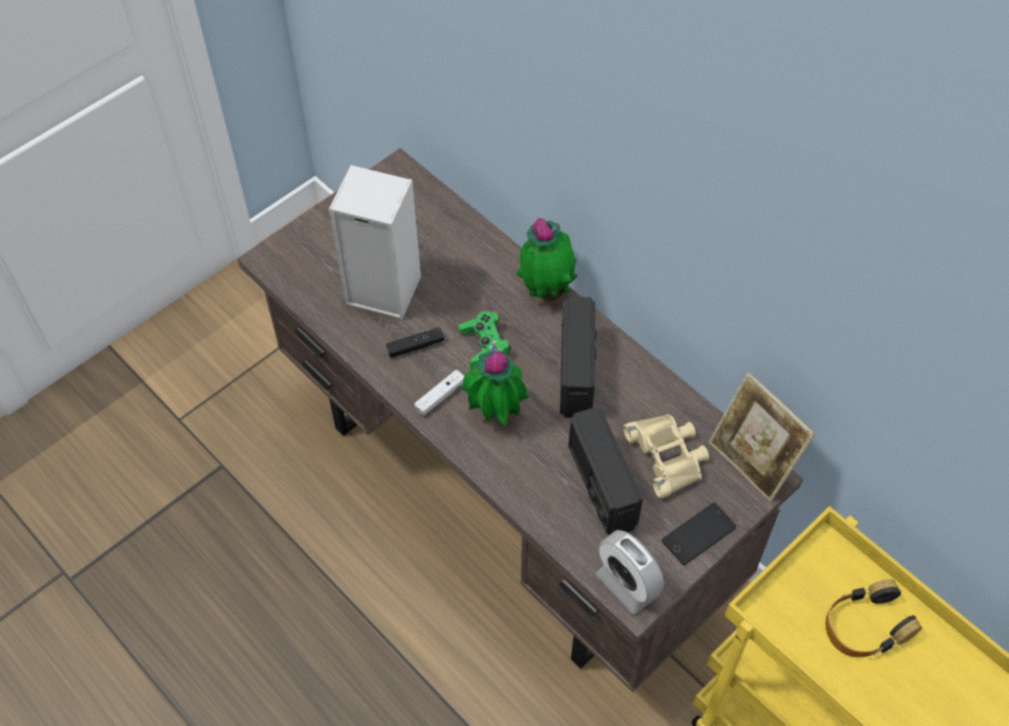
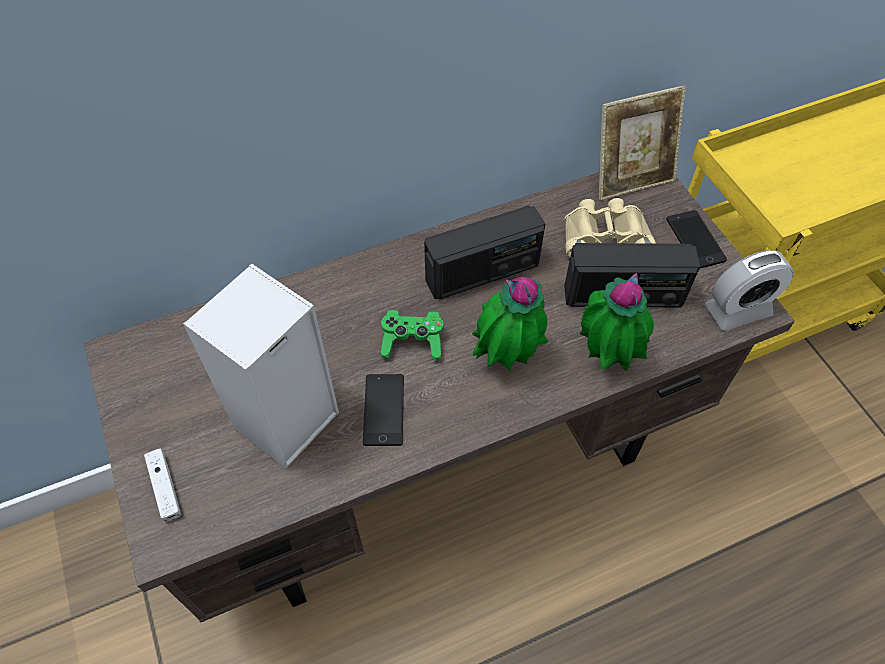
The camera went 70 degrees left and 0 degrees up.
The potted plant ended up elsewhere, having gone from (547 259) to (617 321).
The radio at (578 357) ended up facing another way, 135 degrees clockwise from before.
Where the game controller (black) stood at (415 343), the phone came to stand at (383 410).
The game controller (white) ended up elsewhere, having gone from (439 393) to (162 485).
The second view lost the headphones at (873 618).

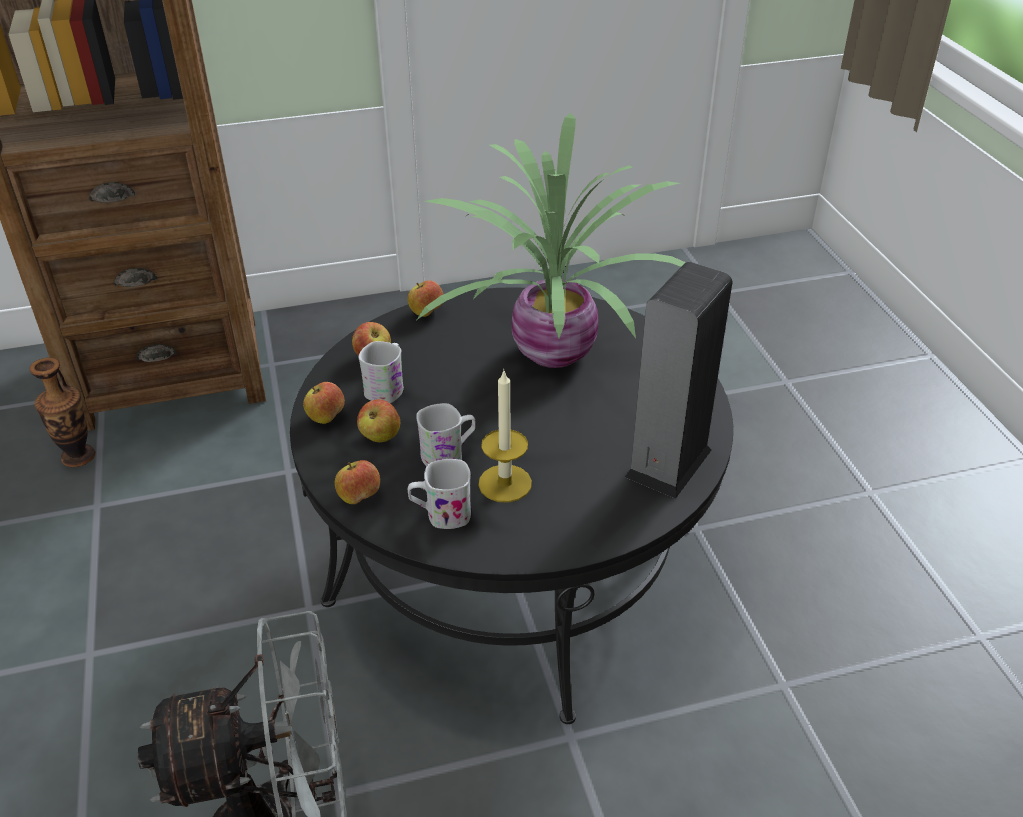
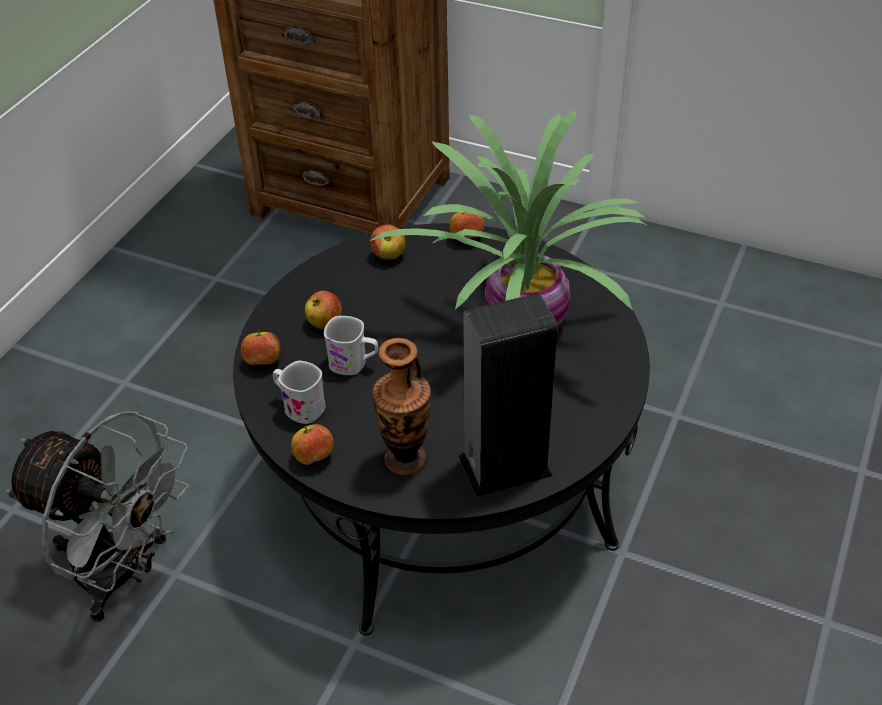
The camera went 40 degrees right and 5 degrees up.
The second view lost the mug (white) at (381 372).
The vase ended up elsewhere, having gone from (62 412) to (401 406).
The second view lost the candle at (505 436).
The apple ended up elsewhere, having gone from (324 403) to (312 444).

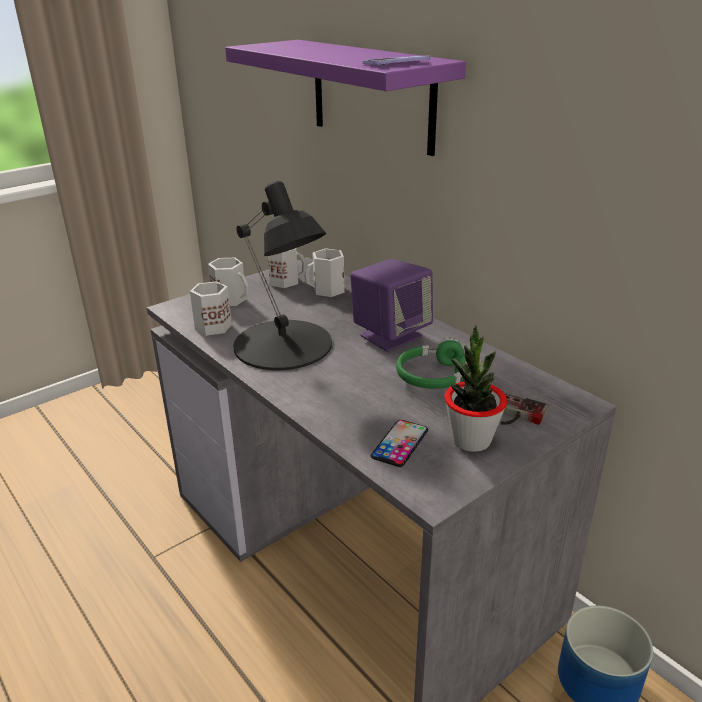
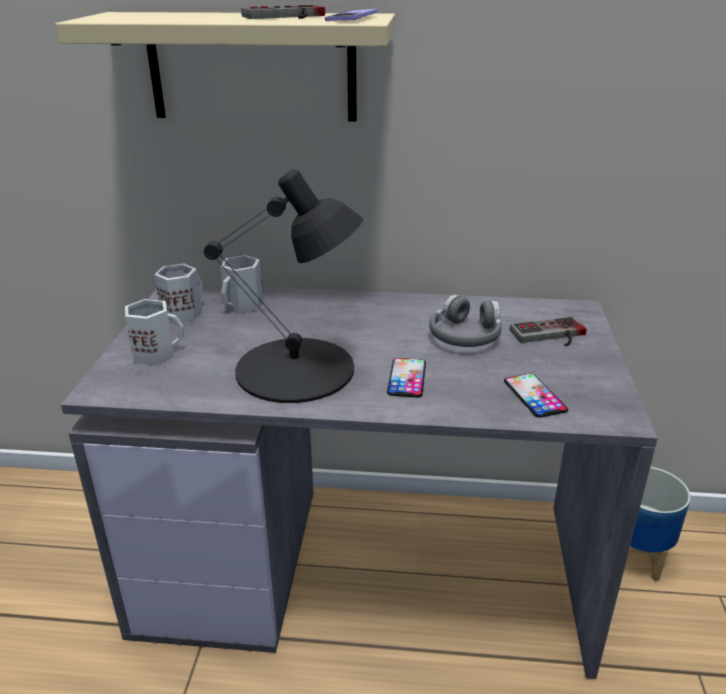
The camera went 45 degrees left and 0 degrees up.
What was the shelf (purple) at (345 98) turned into the shelf (beige) at (225 66).
The second view lost the speaker (purple) at (391 305).
The second view lost the mug (white) at (211 308).
The second view lost the potted plant at (475 388).
What was the headphones (green) at (438 363) turned into the headphones (grey) at (465 320).
The second view gained the game controller at (283 12).
The second view gained the phone at (406 377).

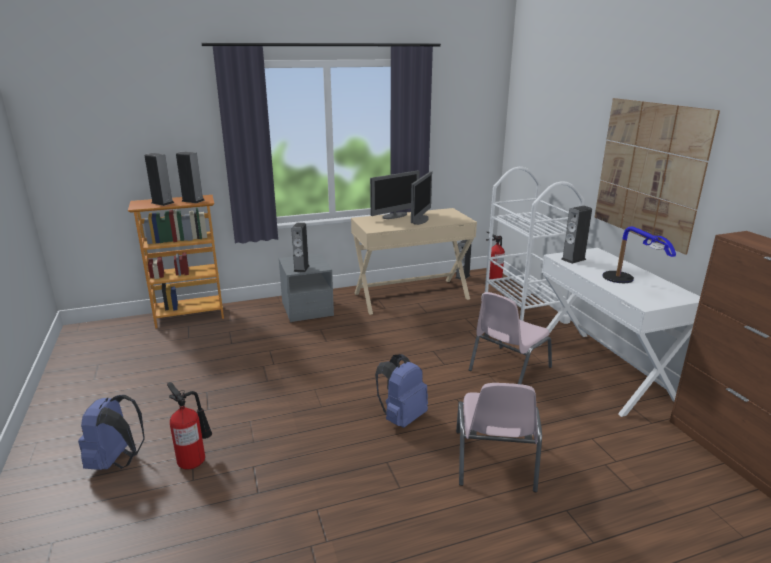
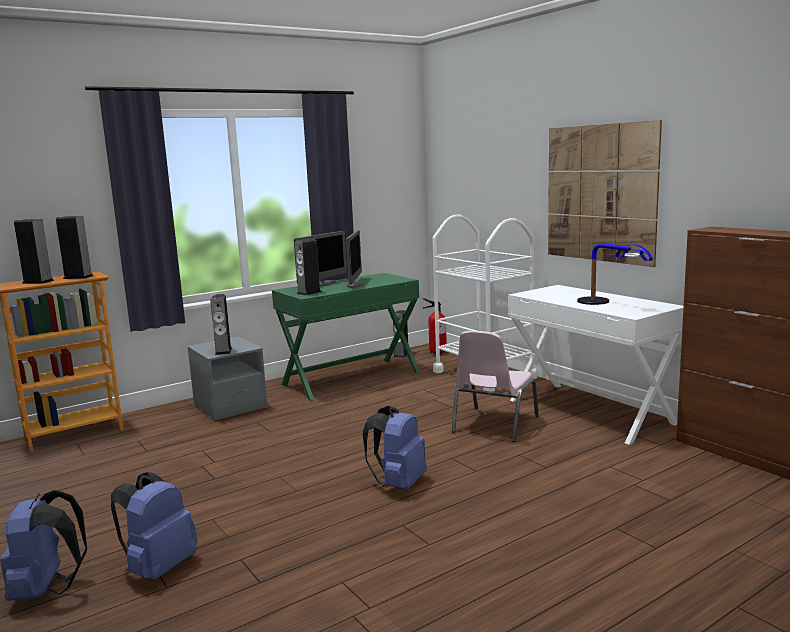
The camera went 15 degrees left and 10 degrees down.
The speaker ended up elsewhere, having gone from (576 235) to (307 267).
What was the desk (beige) at (414 261) turned into the desk (green) at (346 337).
Where the fire extinguisher stood at (189 426), the backpack (blue) came to stand at (154 526).
The second view lost the chair (pink) at (499 437).

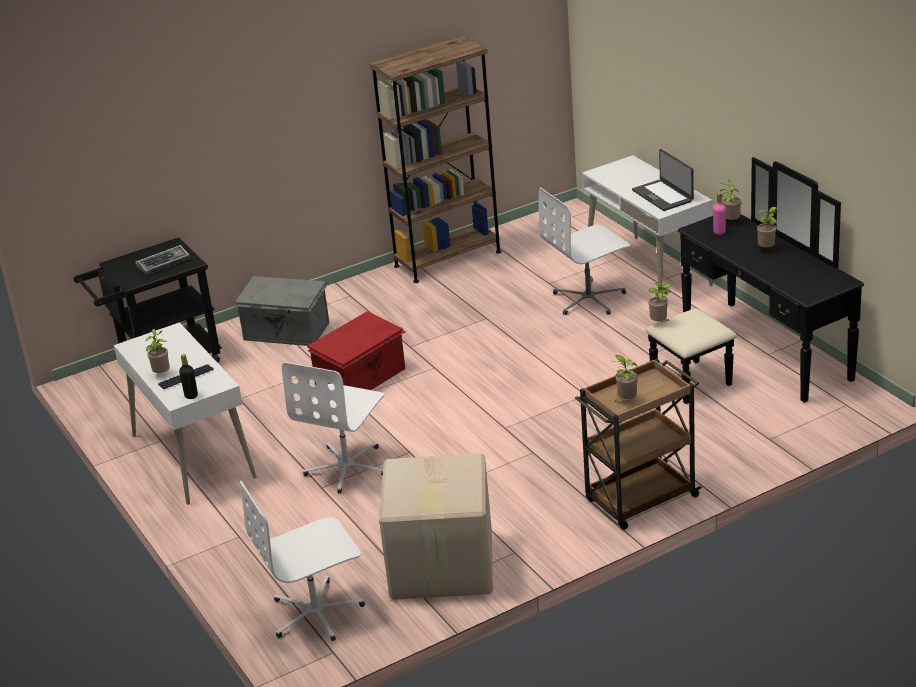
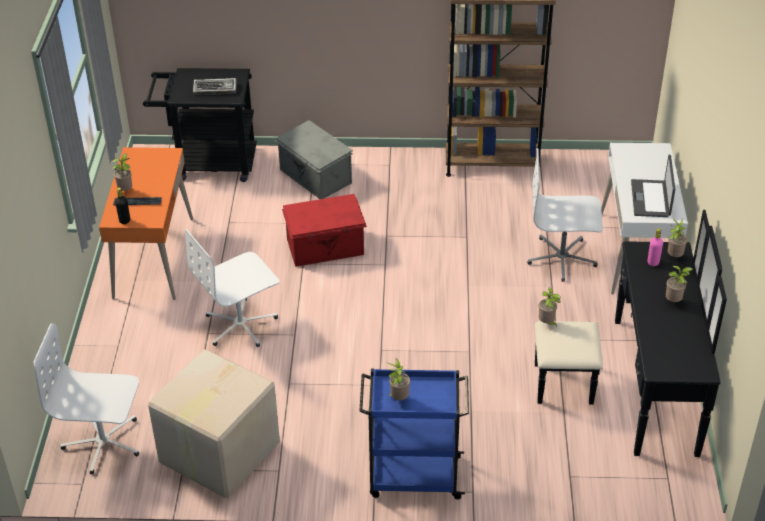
The camera went 30 degrees right and 10 degrees up.
What was the desk (white) at (185 413) turned into the desk (orange) at (146 223).
What was the cart (brown) at (638 444) turned into the cart (blue) at (414 434).

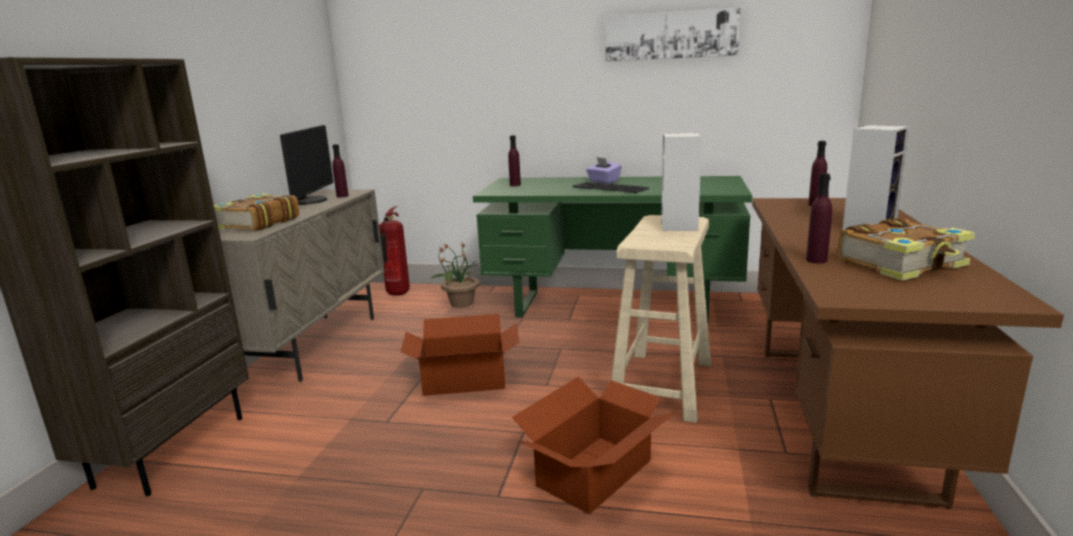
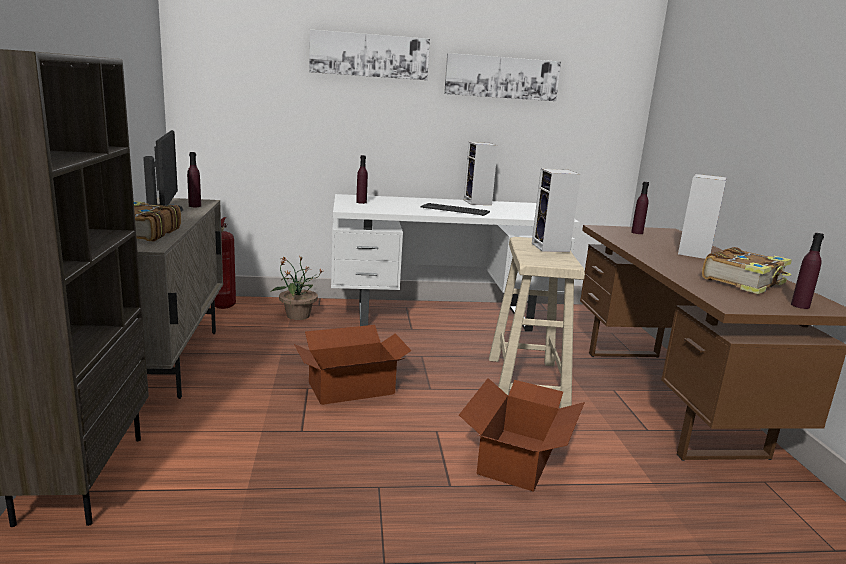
The camera went 20 degrees left and 0 degrees up.
The second view lost the tissue box (purple) at (603 170).
The bottle (purple) ended up elsewhere, having gone from (819 218) to (807 271).
What was the desk (green) at (612 249) turned into the desk (white) at (455 262).
The second view gained the picture at (369 55).
The second view gained the speaker at (481 173).

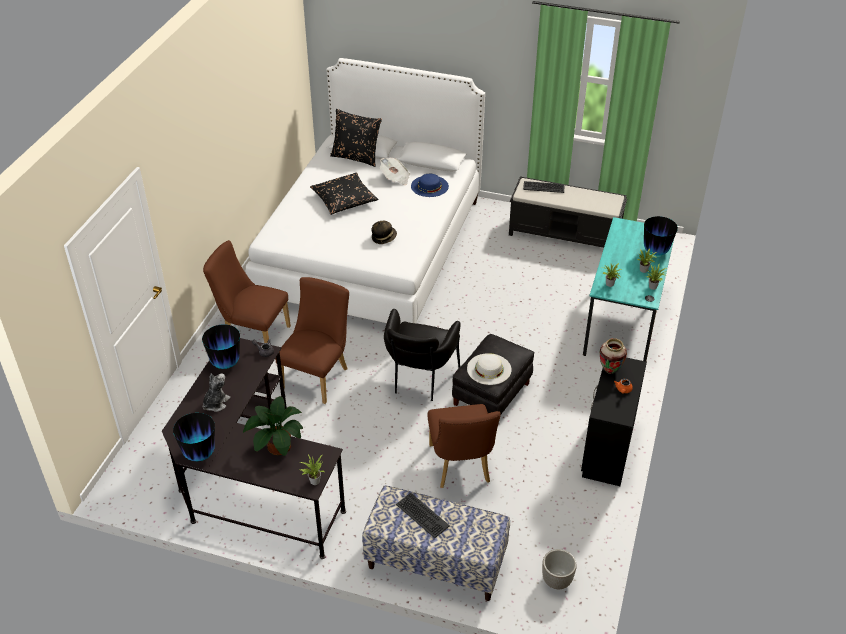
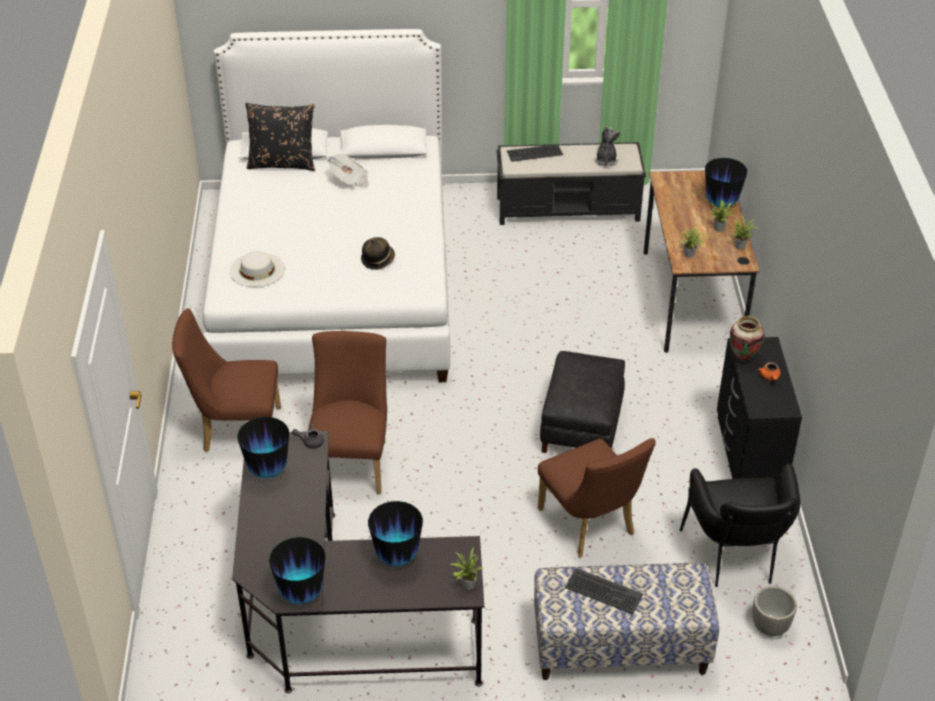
The camera went 20 degrees left and 0 degrees up.
The second view lost the pillow (black) at (344 194).
The second view lost the hat (blue) at (430 185).
What was the desk (turquoise) at (628 289) turned into the desk (brown) at (701 262).
The armchair (black) ended up elsewhere, having gone from (422 355) to (739 525).
The hat (white) ended up elsewhere, having gone from (489 369) to (257 269).
The plush toy ended up elsewhere, having gone from (216 392) to (607 146).
Where the potted plant stood at (273 426), the vase came to stand at (395 533).

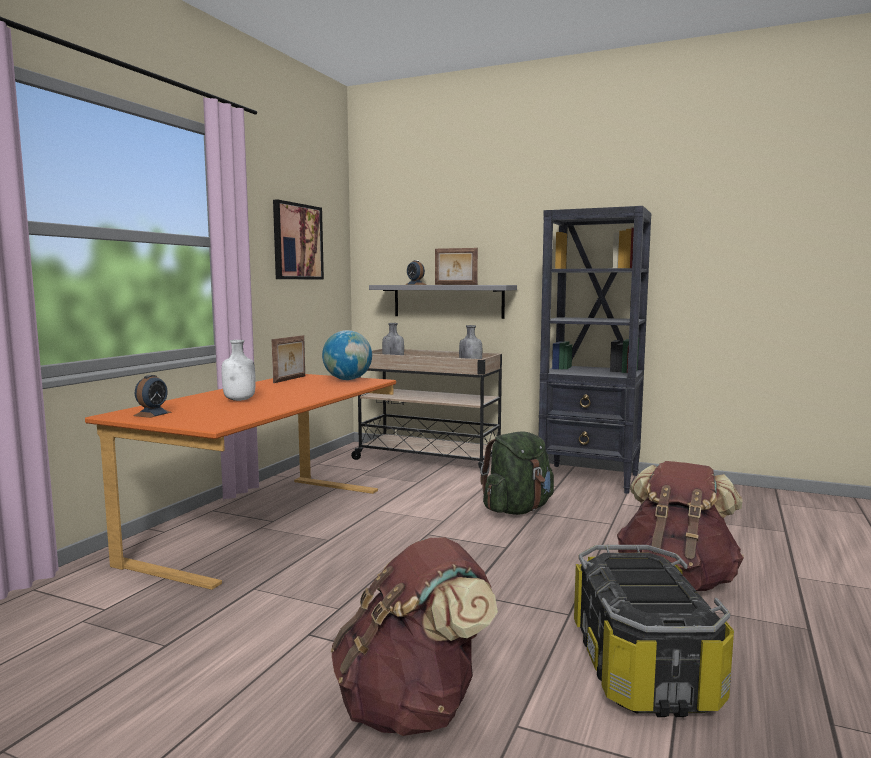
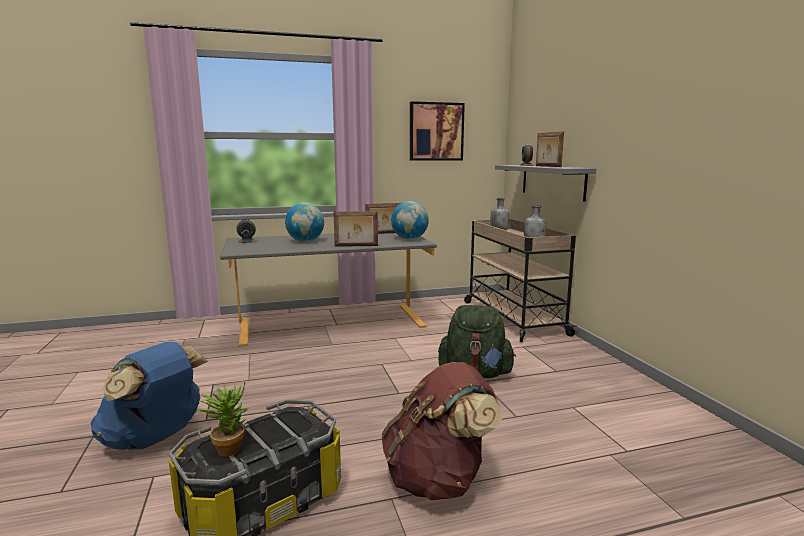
The camera went 50 degrees right and 5 degrees up.
The second view lost the bookcase (black) at (595 350).
Where the bottle (white) stood at (239 370), the globe came to stand at (304 222).
What was the desk (orange) at (240 482) turned into the desk (grey) at (328 290).
What was the backpack (brown) at (414 636) turned into the backpack (blue) at (149 396).
The second view gained the picture frame at (355 229).
The second view gained the potted plant at (223 419).

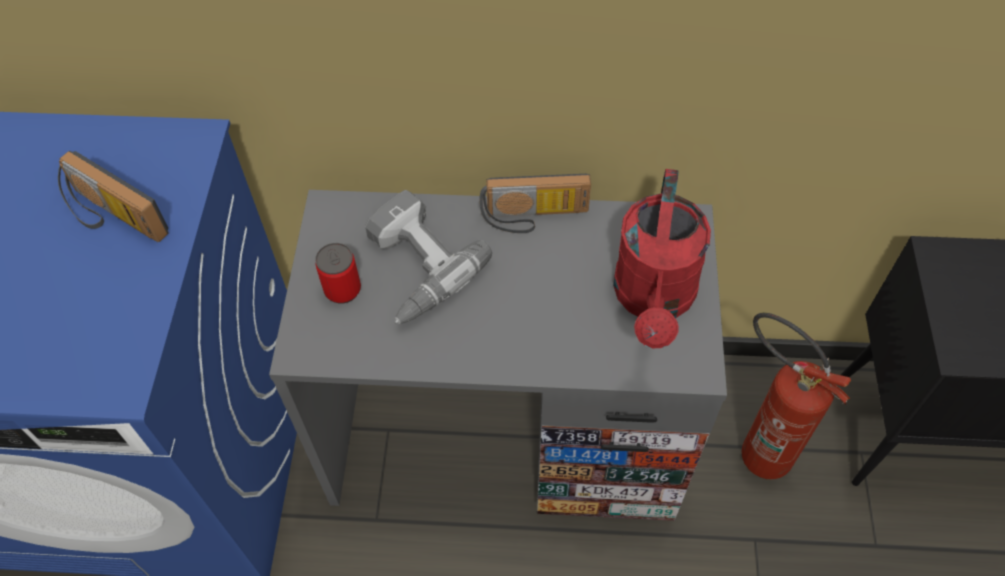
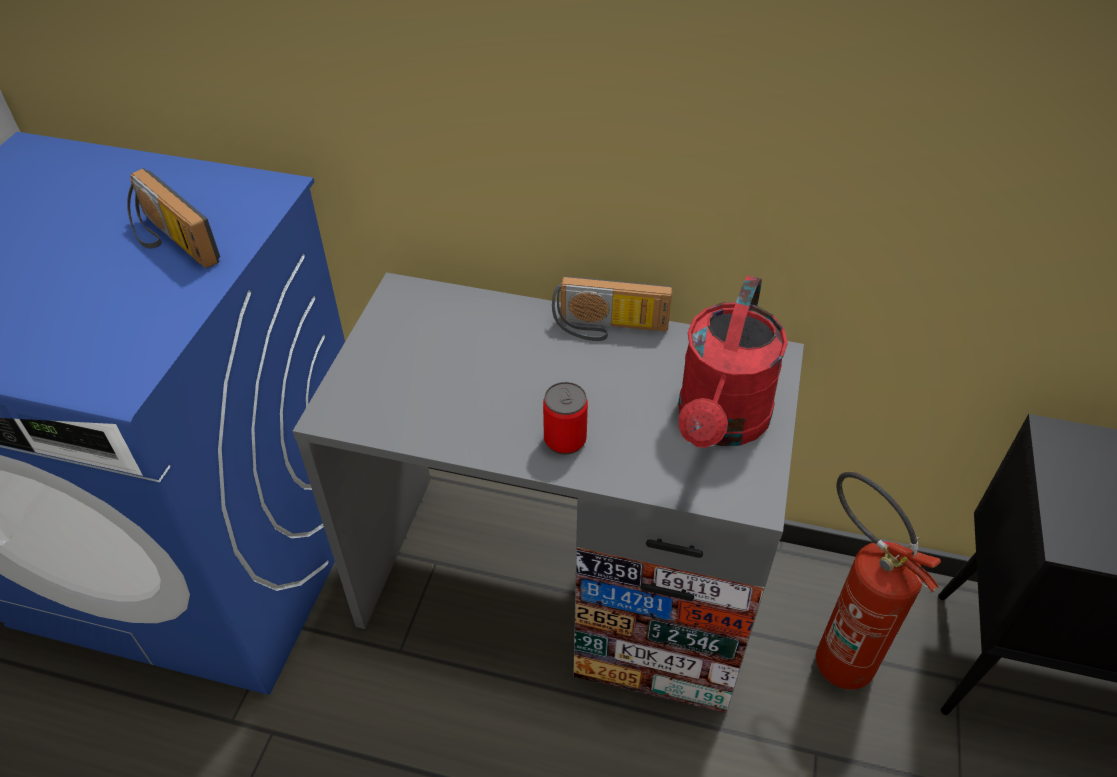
The camera went 10 degrees right and 10 degrees down.
The second view lost the power drill at (428 257).
The can ended up elsewhere, having gone from (338 273) to (565 418).

